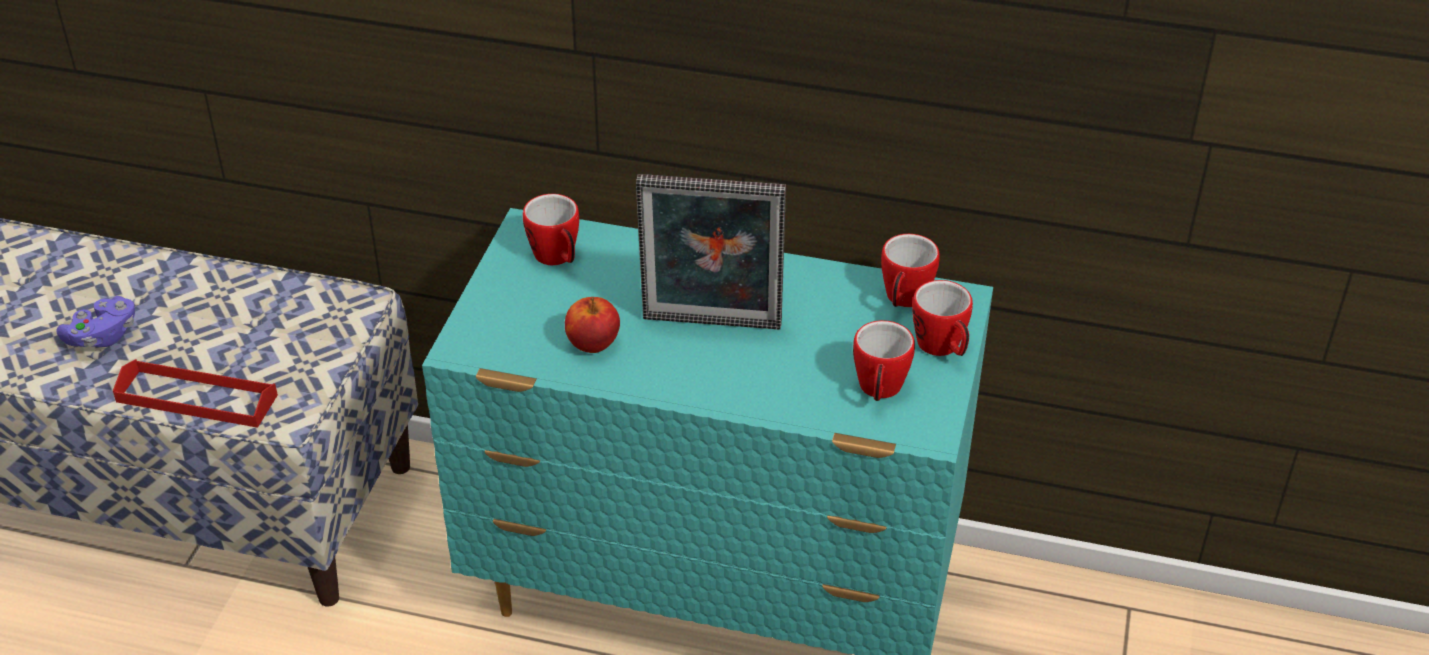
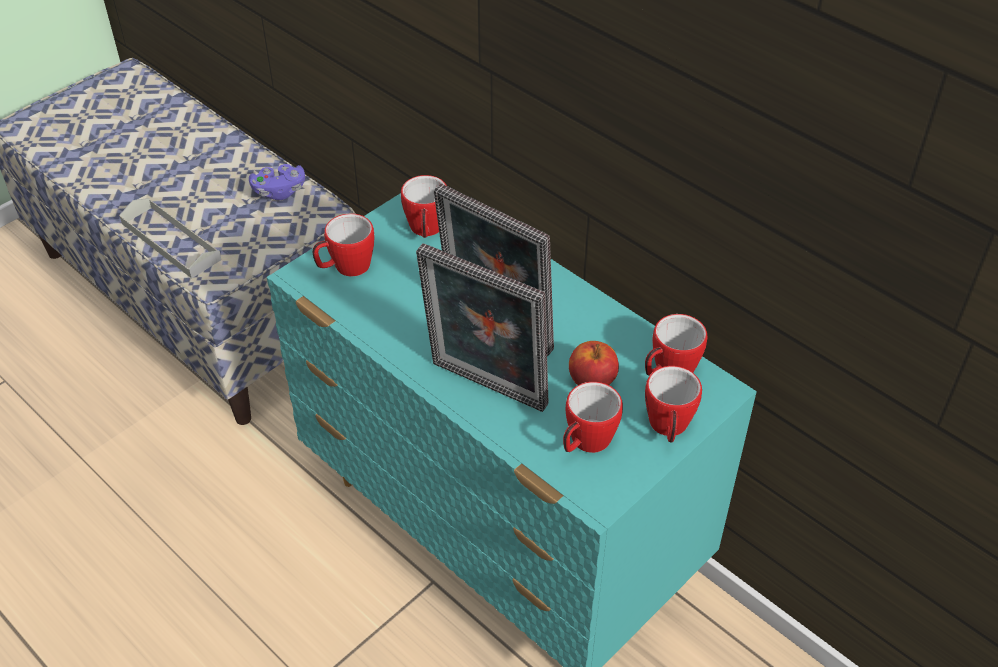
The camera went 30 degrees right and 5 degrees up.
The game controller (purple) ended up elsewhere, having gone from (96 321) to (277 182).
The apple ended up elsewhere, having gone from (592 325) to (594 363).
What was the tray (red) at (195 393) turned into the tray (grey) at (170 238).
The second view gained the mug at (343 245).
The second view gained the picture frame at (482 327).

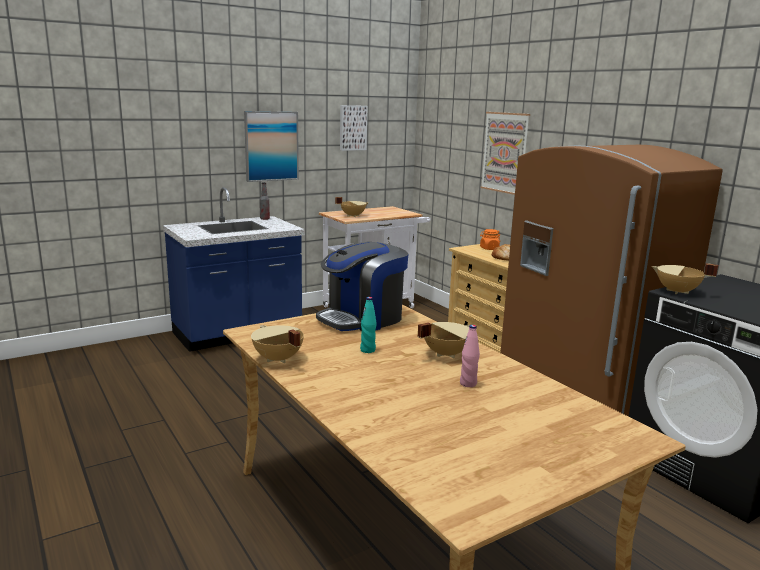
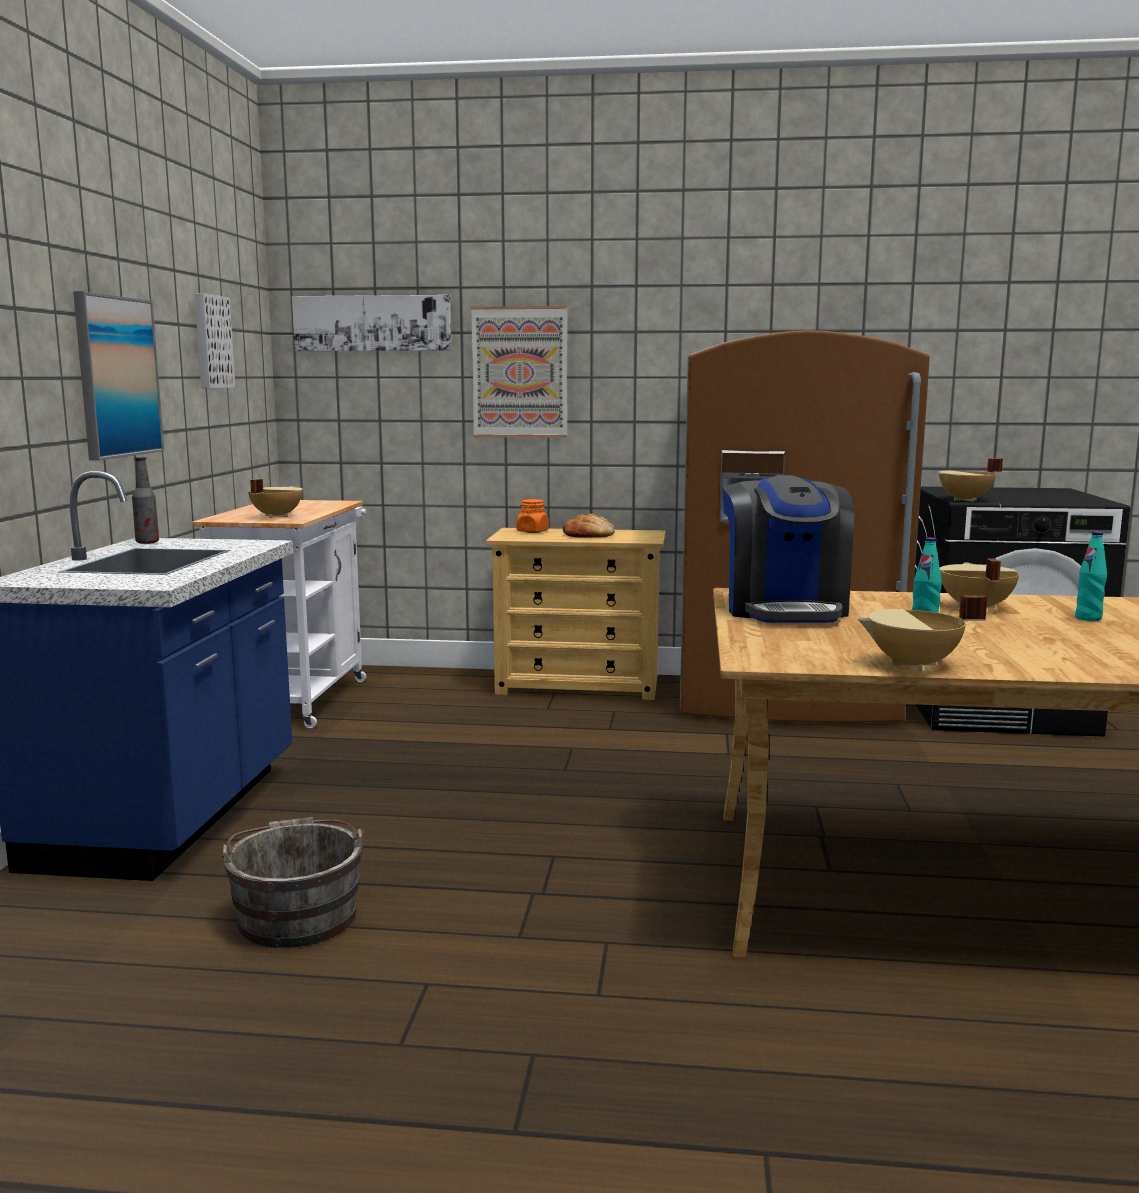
The camera went 50 degrees left and 5 degrees down.
What was the bottle (pink) at (470 356) turned into the bottle (turquoise) at (1091 576).
The second view gained the picture at (371 323).
The second view gained the bucket (grey) at (293 882).

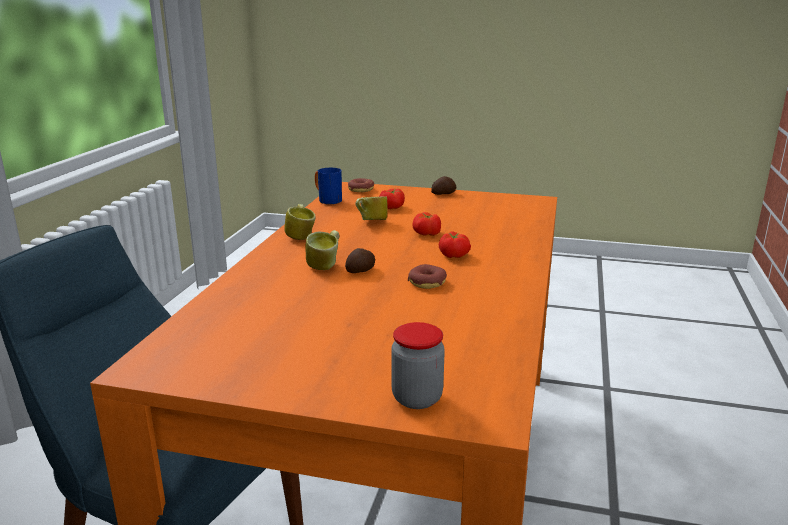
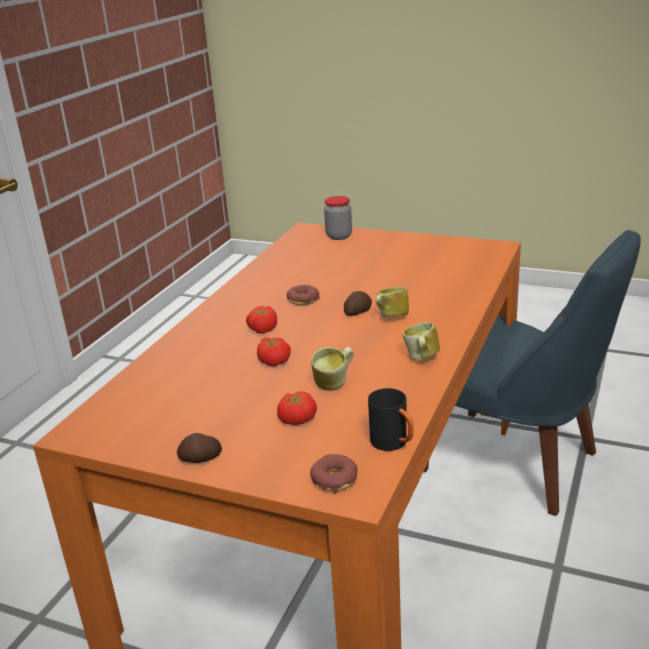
The camera went 170 degrees left and 5 degrees up.
What was the mug (blue) at (328 186) turned into the mug (black) at (391 419).

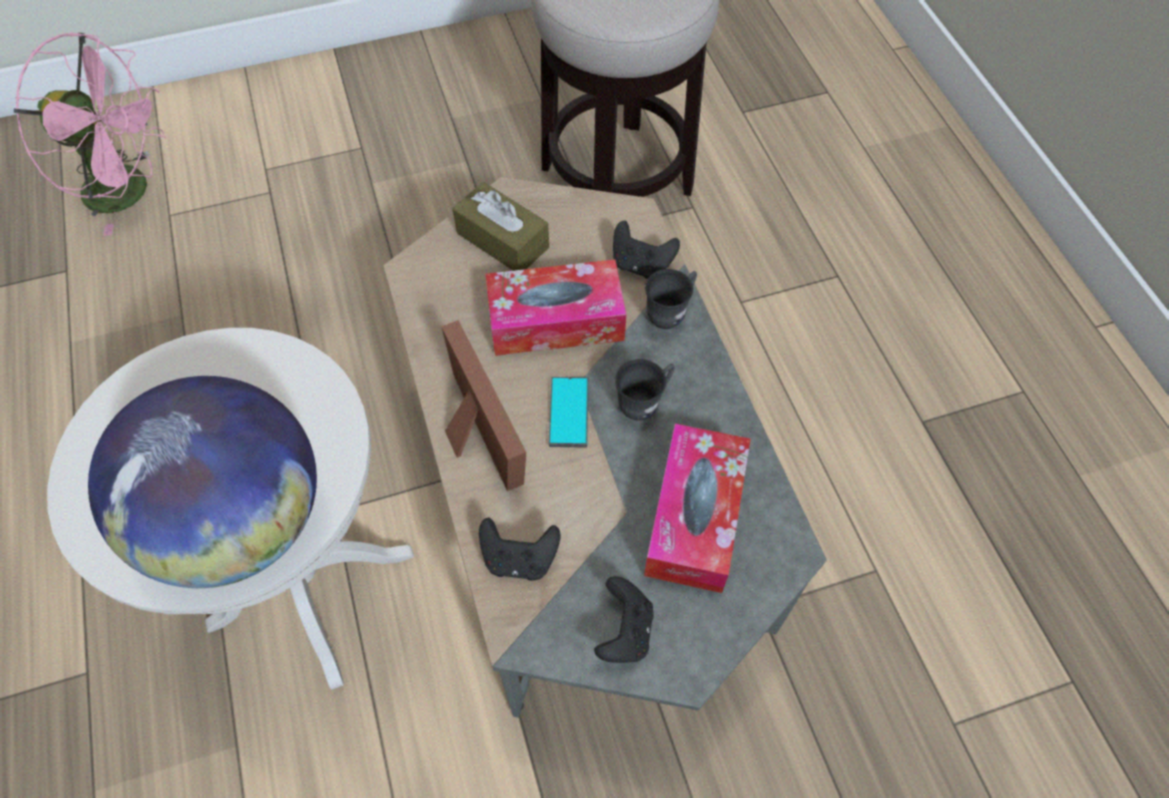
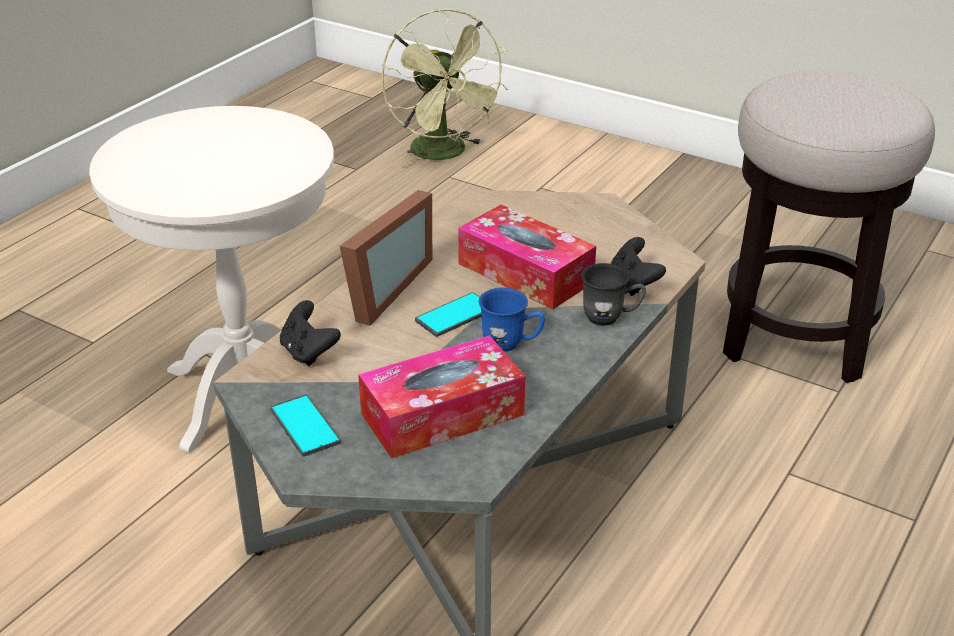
The camera went 50 degrees right and 25 degrees down.
What was the fan (pink) at (90 134) turned into the fan (green) at (445 87).
The second view lost the tissue box (brown) at (500 226).
What was the mug (grey) at (645 389) turned into the mug (blue) at (512 319).
The second view lost the globe at (202 482).
Where the game controller (black) stood at (624 619), the phone came to stand at (305 425).

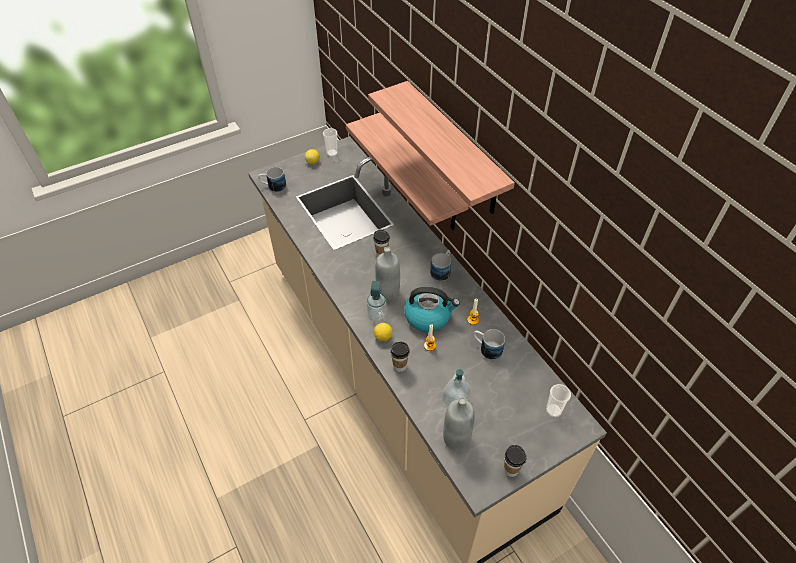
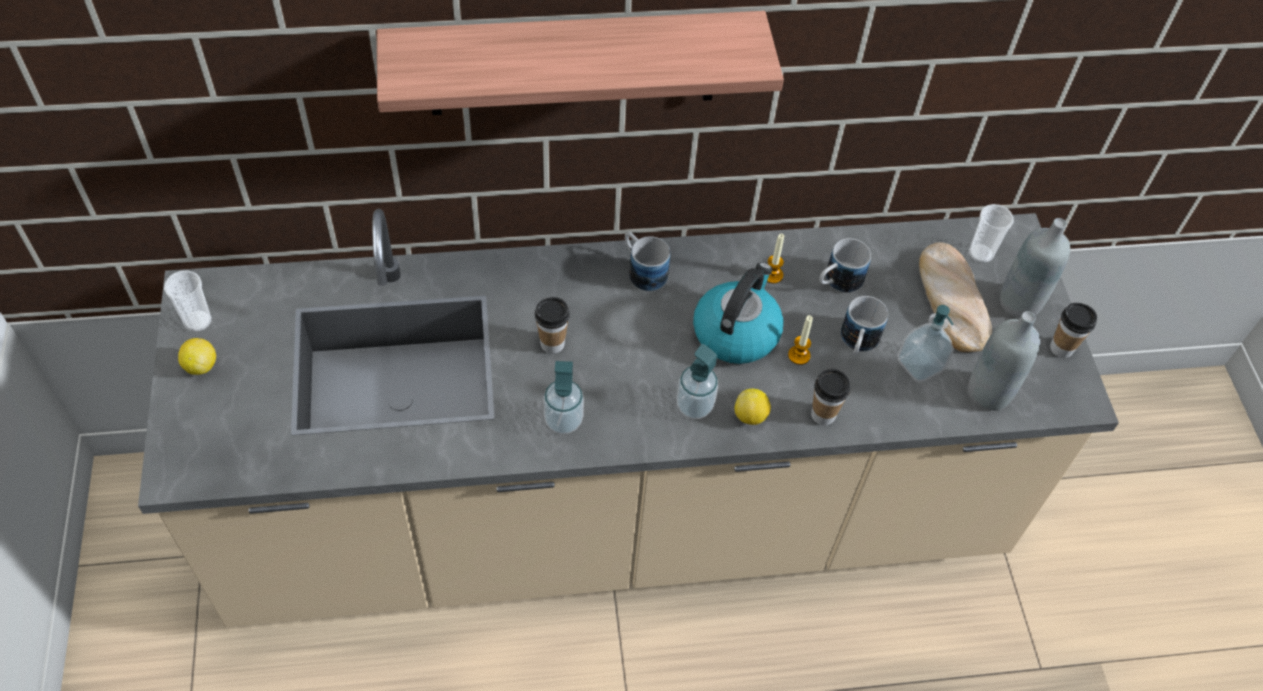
The camera went 70 degrees left and 5 degrees up.
The second view lost the shelf at (407 171).
The mug ended up elsewhere, having gone from (272 179) to (864 325).
The bottle (grey) ended up elsewhere, having gone from (387 274) to (1035 268).
The second view gained the bread at (955 297).
The second view gained the soap dispenser at (563 397).

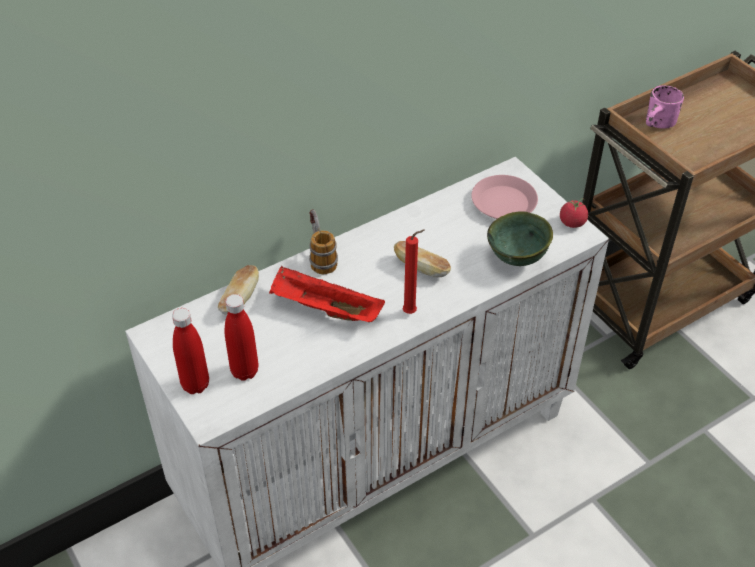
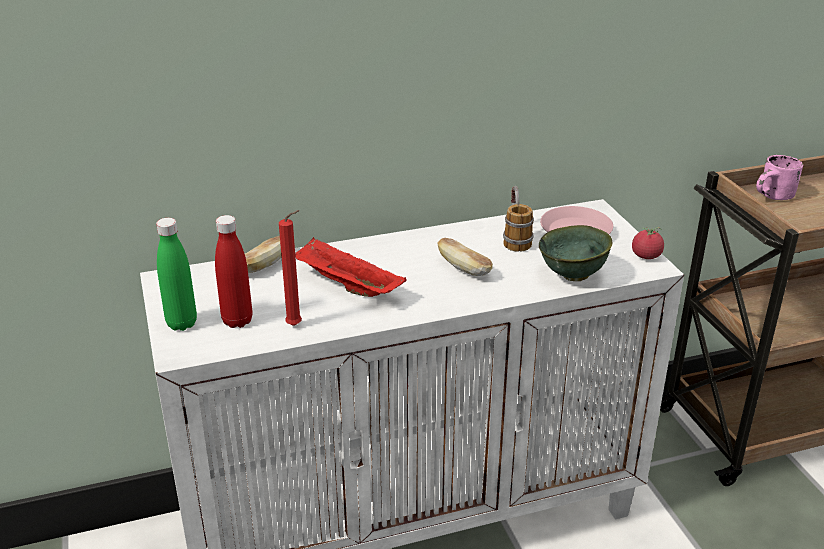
The camera went 15 degrees right and 15 degrees down.
The mug ended up elsewhere, having gone from (323 241) to (518 219).
The candle (red) ended up elsewhere, having gone from (414 271) to (290 268).
What was the bottle (red) at (190 351) turned into the bottle (green) at (176 274).

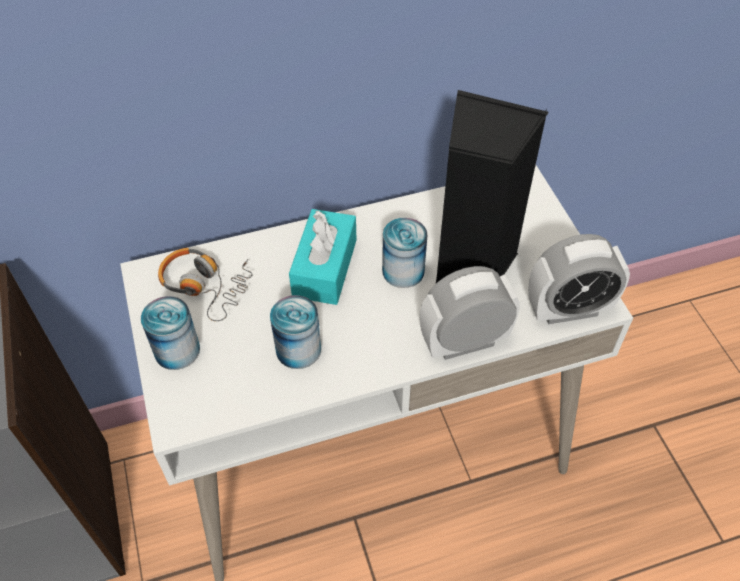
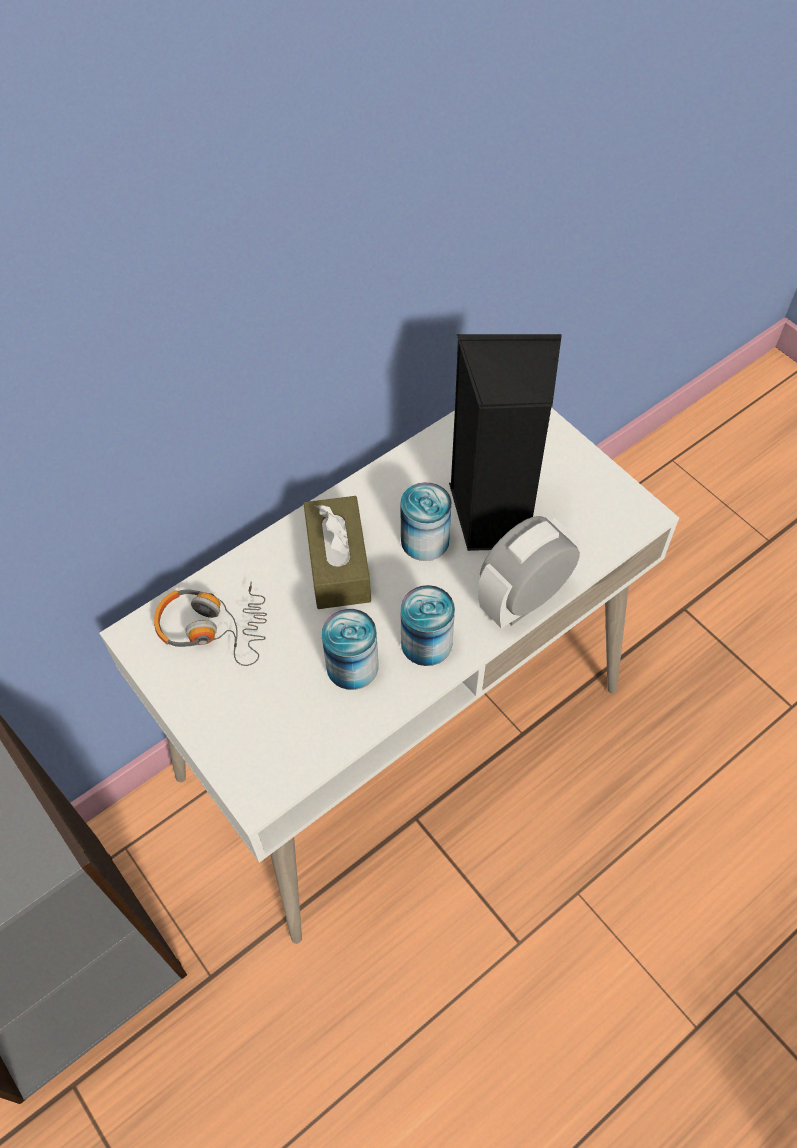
The camera went 20 degrees left and 5 degrees up.
What was the tissue box (turquoise) at (323 257) turned into the tissue box (brown) at (337 552).
The second view lost the alarm clock at (579 279).
The can ended up elsewhere, having gone from (170 333) to (427 625).

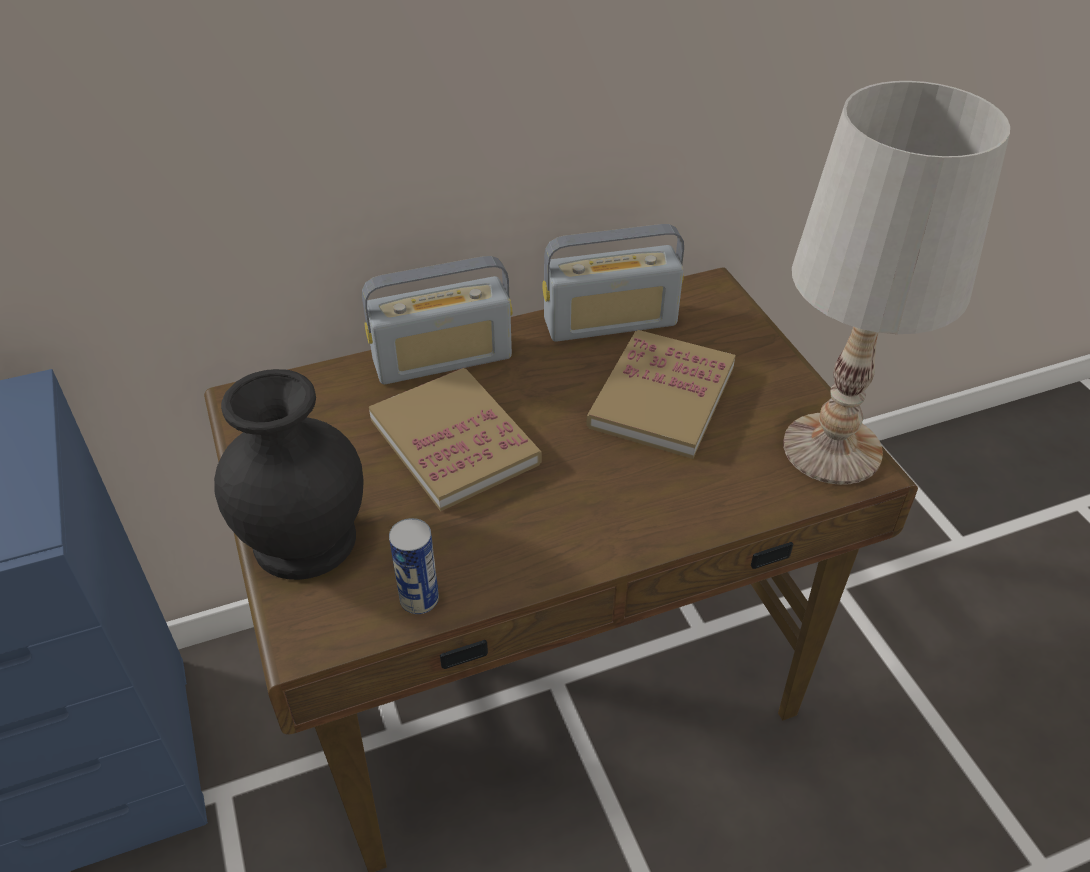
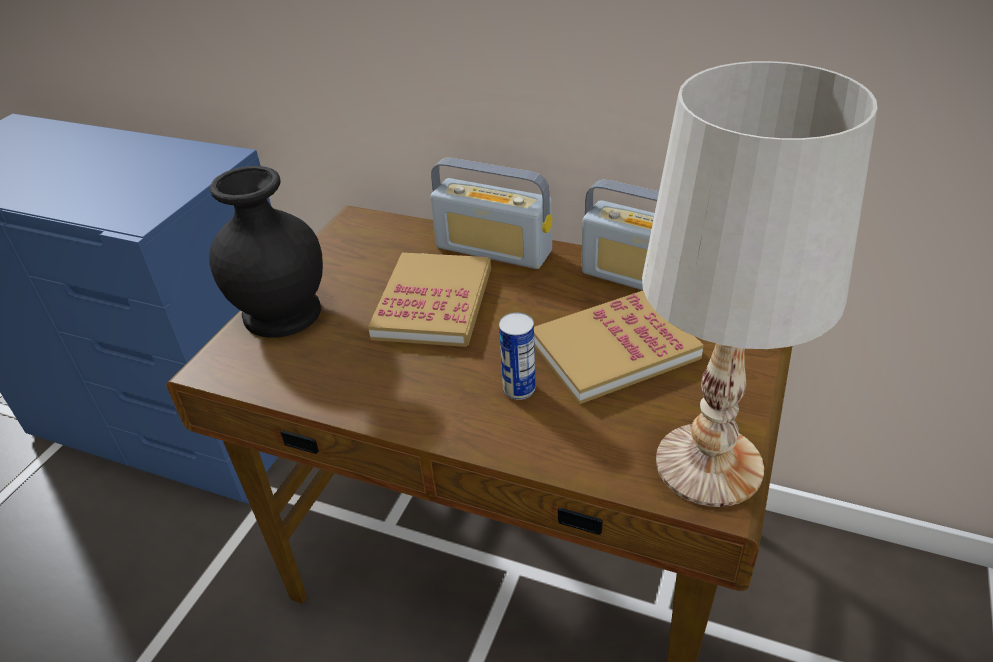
The camera went 45 degrees right and 5 degrees down.
The can ended up elsewhere, having gone from (414 566) to (517 356).

